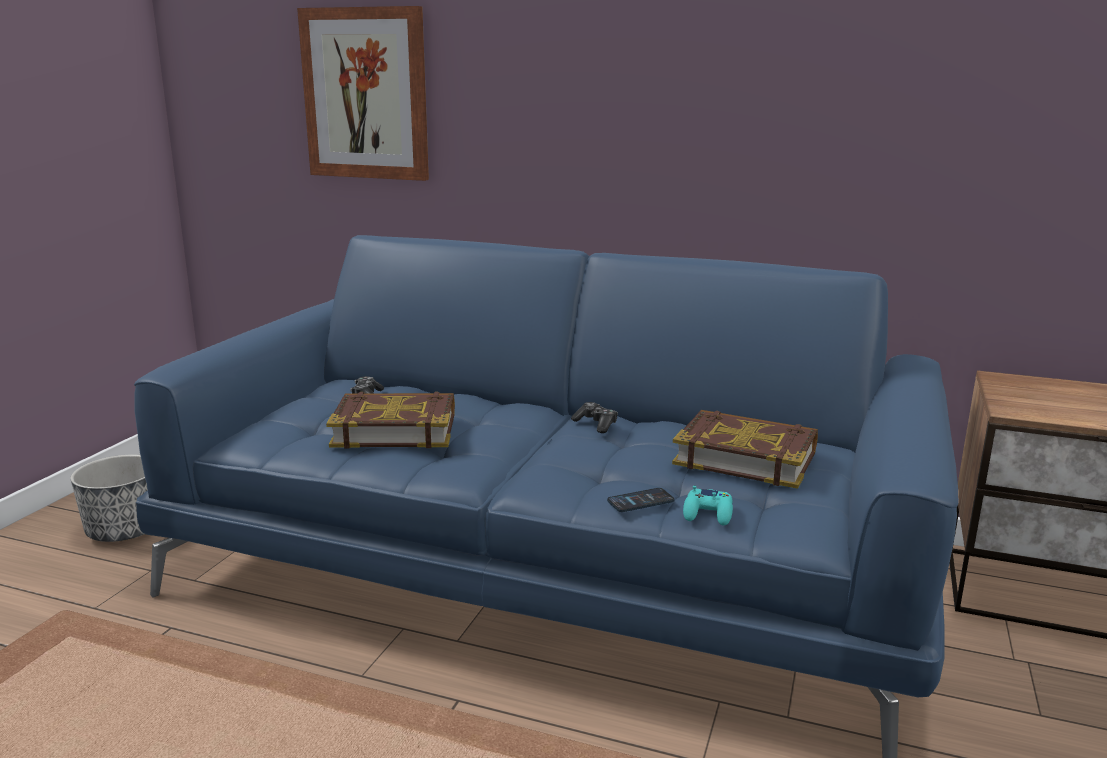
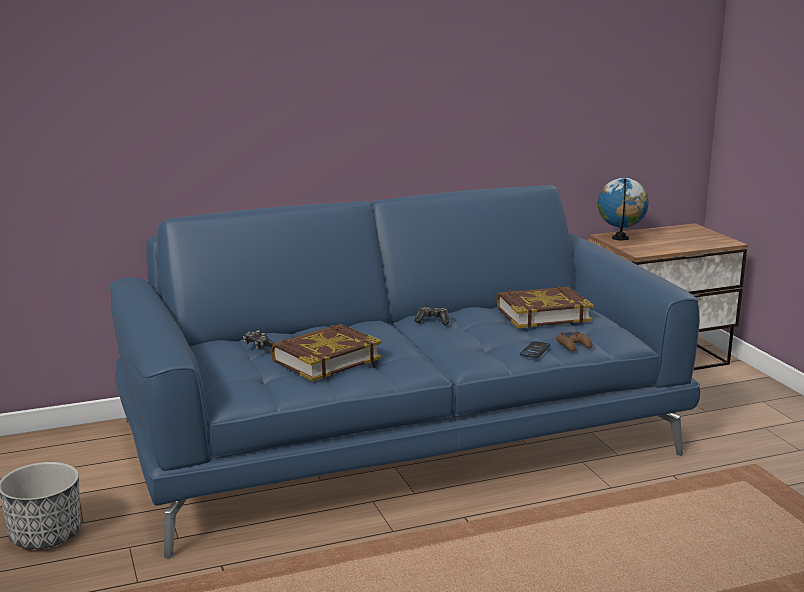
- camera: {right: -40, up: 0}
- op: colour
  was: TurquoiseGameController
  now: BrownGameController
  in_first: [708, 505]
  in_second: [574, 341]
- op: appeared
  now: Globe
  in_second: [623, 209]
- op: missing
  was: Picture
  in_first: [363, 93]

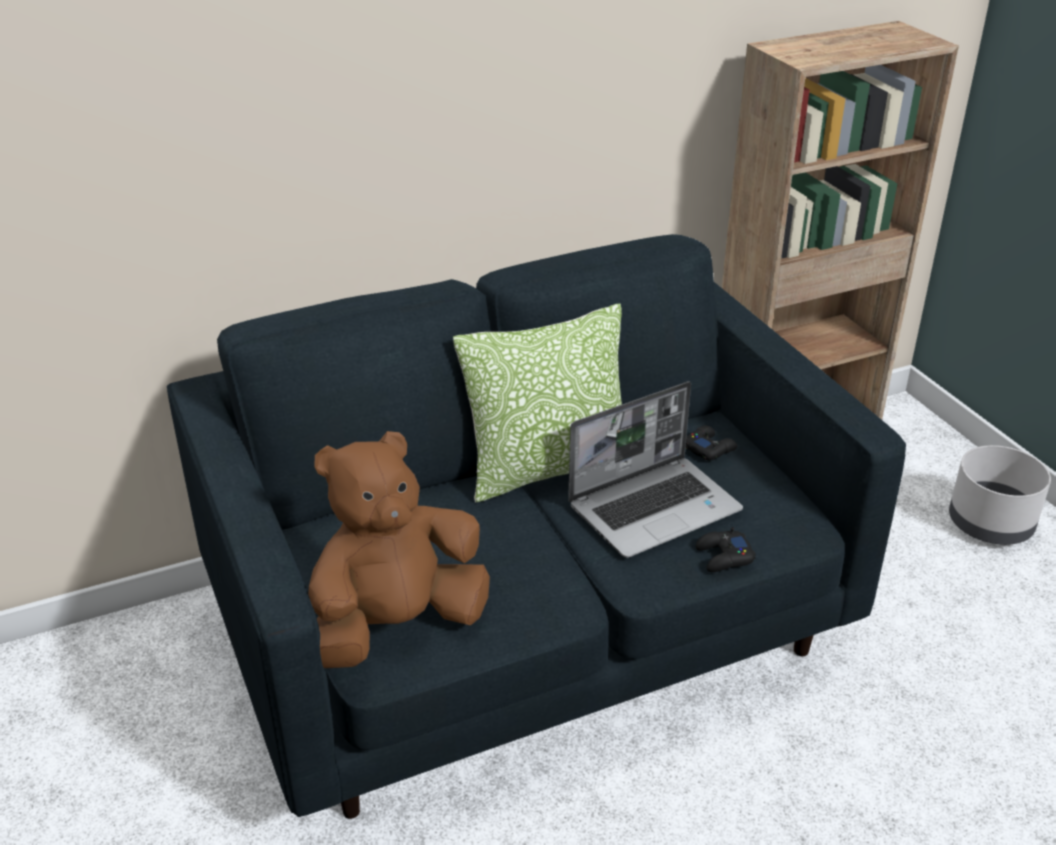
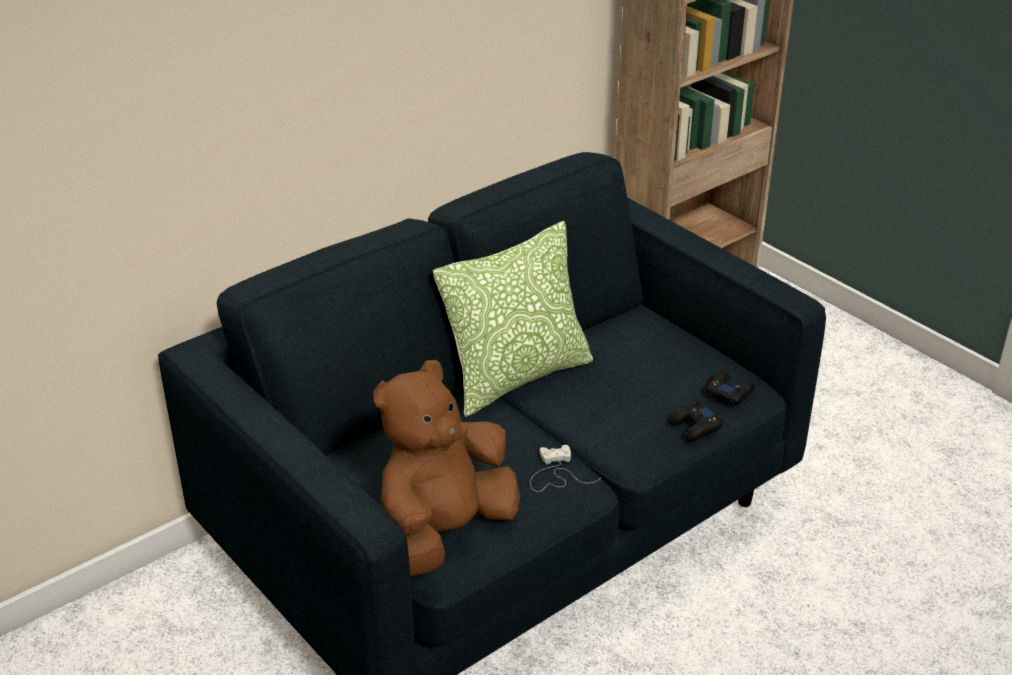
- camera: {right: -15, up: 0}
- op: appeared
  now: WhiteGameController
  in_second: [565, 468]
- op: relocated
  was: BlackGameController
  in_first: [711, 443]
  in_second: [731, 387]
- op: missing
  was: Laptop
  in_first: [655, 469]
- op: missing
  was: GreyPlanter
  in_first: [1000, 495]

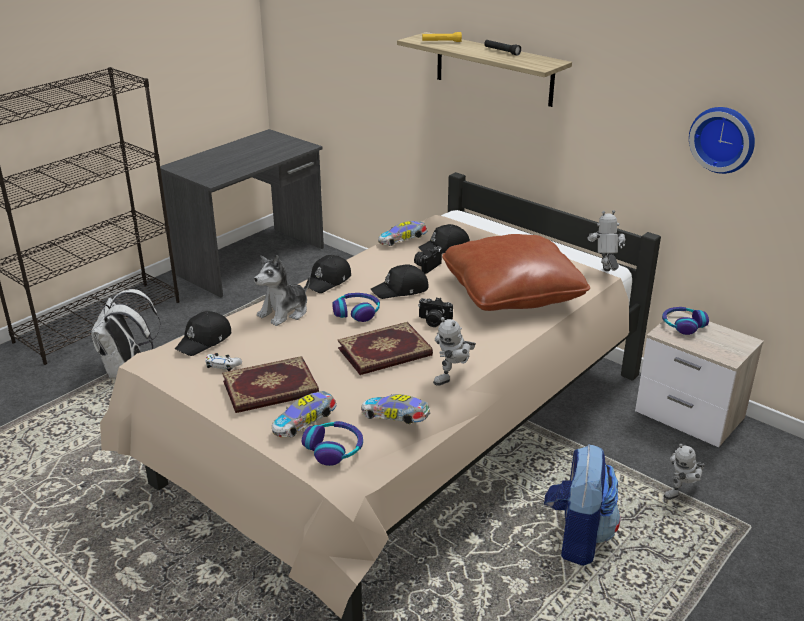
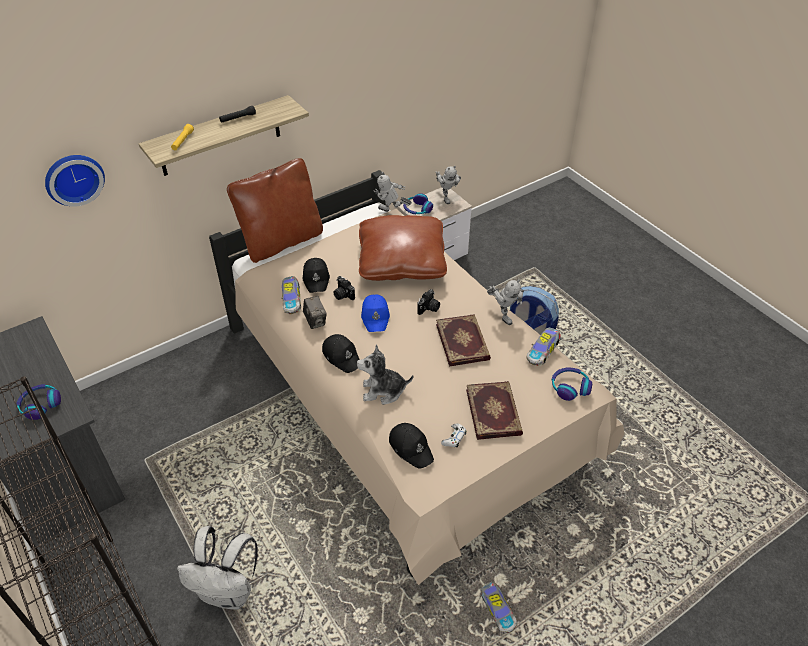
- camera: {right: -75, up: 15}
- op: relocated
  was: Headphones
  in_first: [356, 307]
  in_second: [38, 402]
- op: relocated
  was: WallClock
  in_first: [722, 140]
  in_second: [75, 180]
- op: appeared
  now: BrownPillow
  in_second: [275, 210]
- op: appeared
  now: PhotoCamera
  in_second: [315, 312]
- op: spun
  was: PlushToy
  in_first: [282, 290]
  in_second: [385, 374]
  clockwise: 120
- op: colour
  was: BlackCap
  now: BlueCap
  in_first: [400, 281]
  in_second: [375, 313]
- op: relocated
  was: ToyRobot
  in_first: [684, 472]
  in_second: [448, 185]
- op: relocated
  was: ToyCar
  in_first: [304, 414]
  in_second: [499, 607]

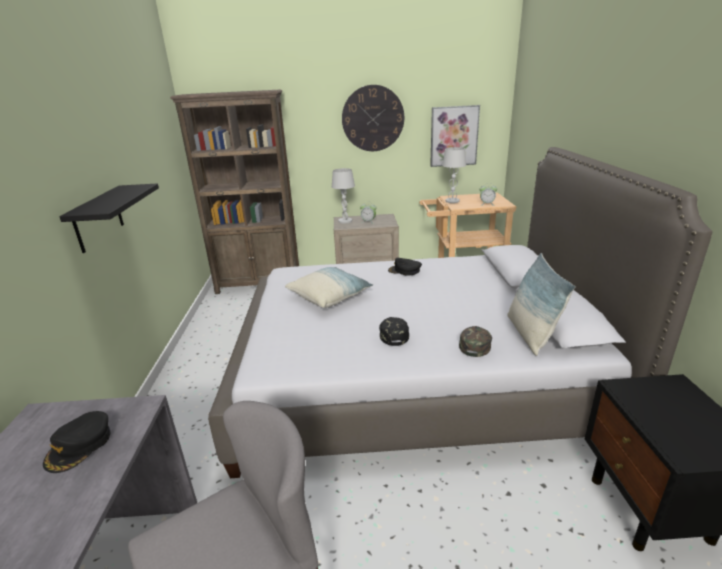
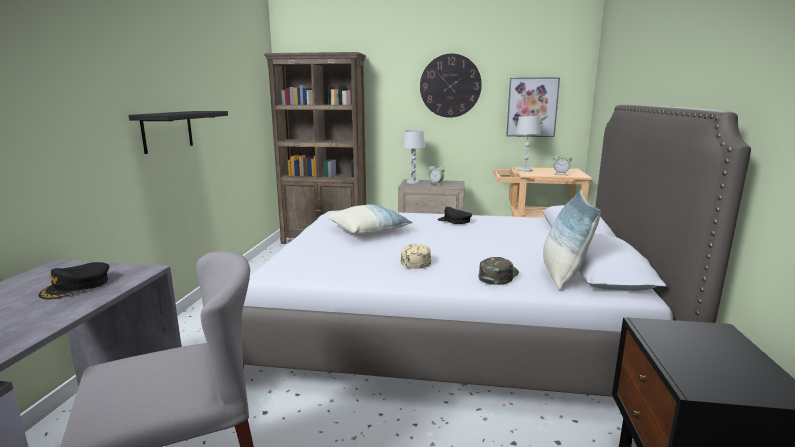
- camera: {right: 10, up: -10}
- op: colour
  was: BlackCap
  now: BeigeCap
  in_first: [394, 331]
  in_second: [416, 256]

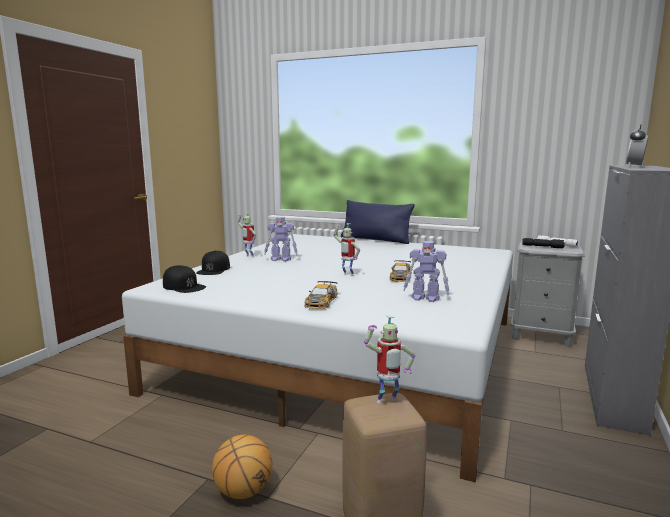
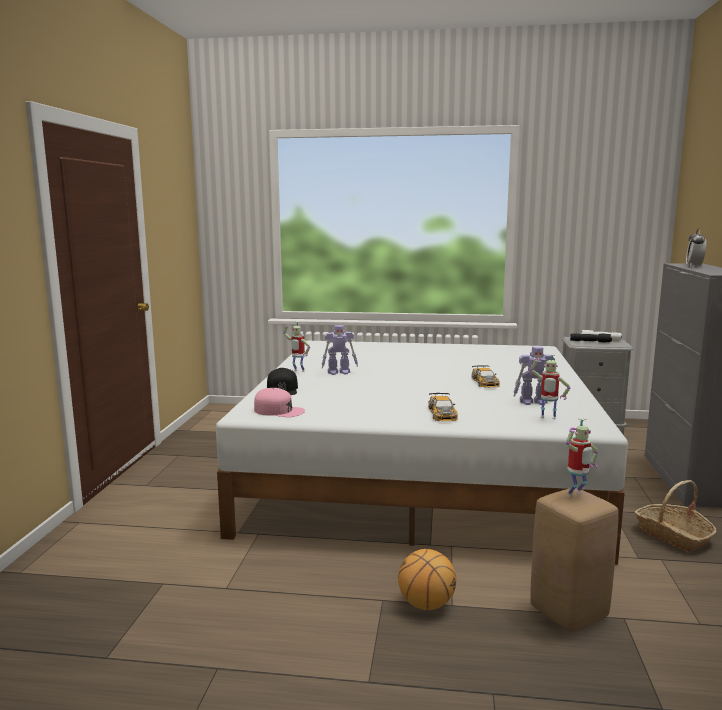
- camera: {right: -15, up: 0}
- op: colour
  was: BlackCap
  now: PinkCap
  in_first: [184, 279]
  in_second: [279, 402]
- op: relocated
  was: ToyRobot
  in_first: [347, 249]
  in_second: [550, 386]
- op: appeared
  now: Basket
  in_second: [676, 515]
- op: missing
  was: BluePillow
  in_first: [378, 222]

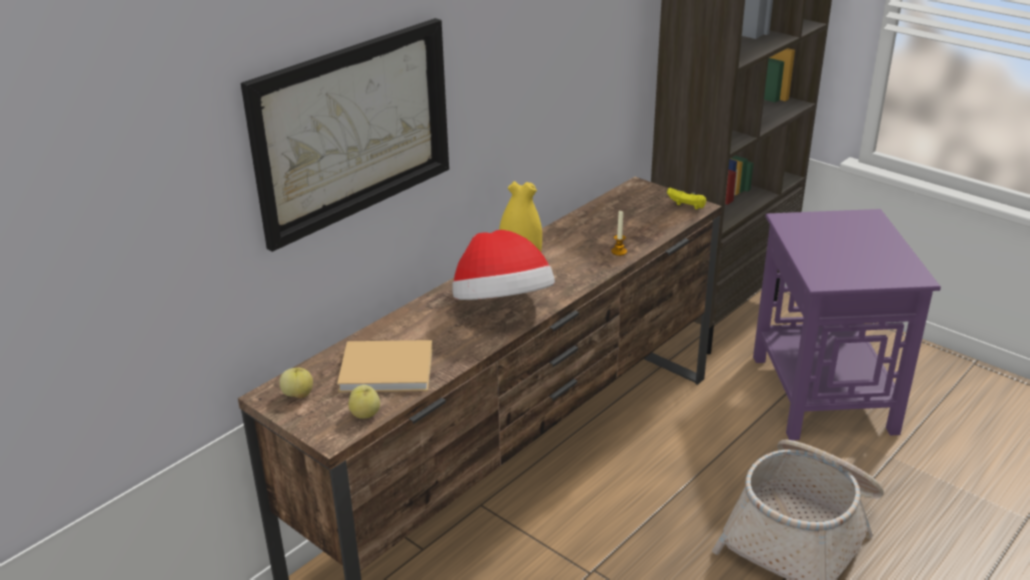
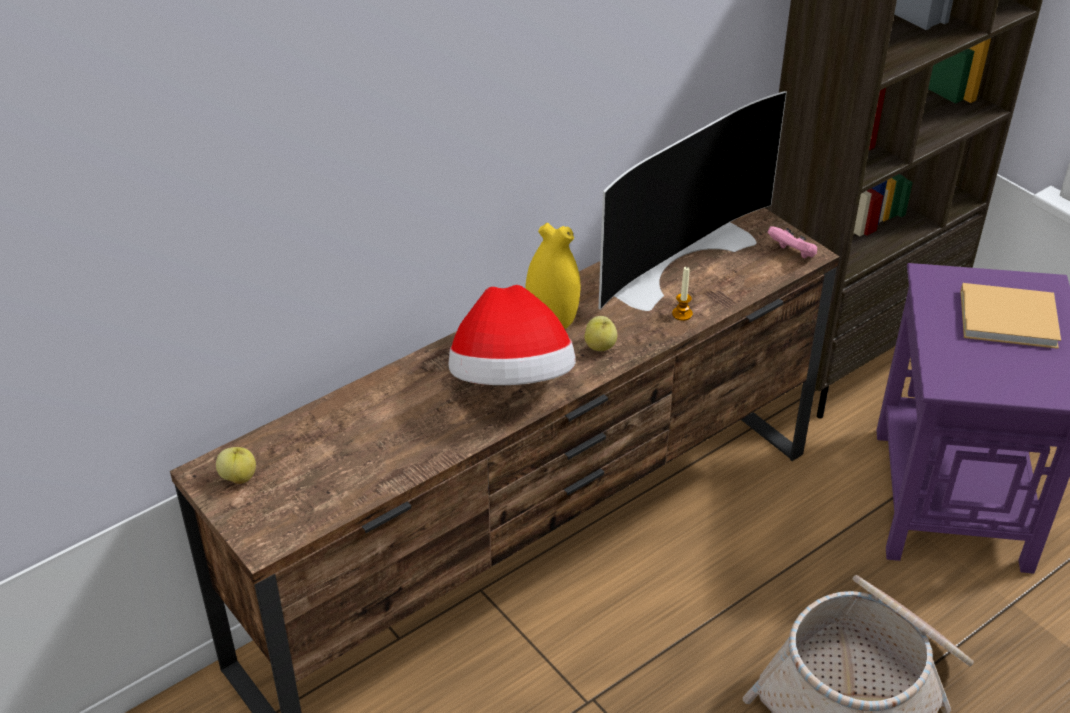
- camera: {right: 10, up: 10}
- op: relocated
  was: Apple
  in_first: [364, 402]
  in_second: [600, 333]
- op: appeared
  now: Television
  in_second: [692, 201]
- op: colour
  was: YellowGameController
  now: PinkGameController
  in_first: [686, 199]
  in_second: [792, 242]
- op: relocated
  was: BeigeBook
  in_first: [385, 366]
  in_second: [1010, 316]
- op: missing
  was: Picture
  in_first: [345, 135]

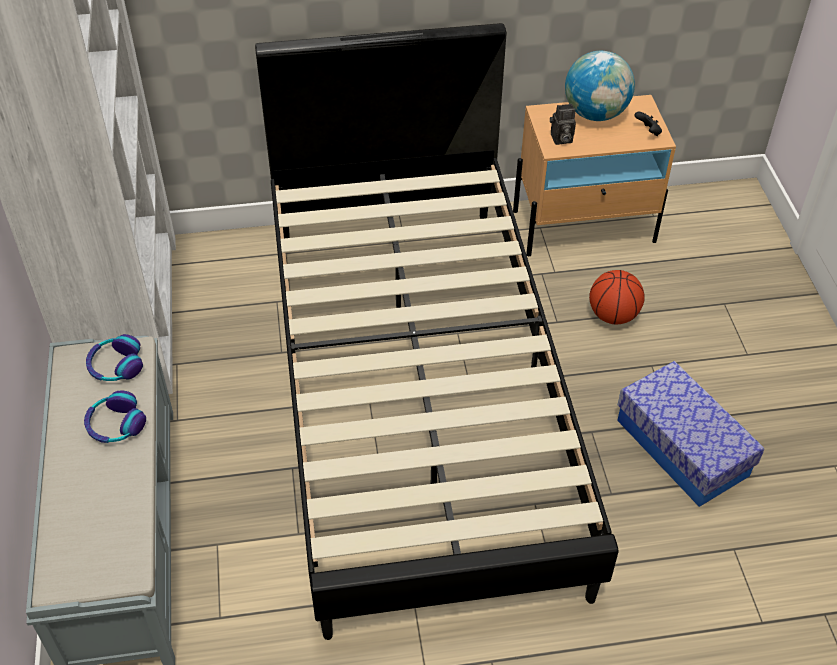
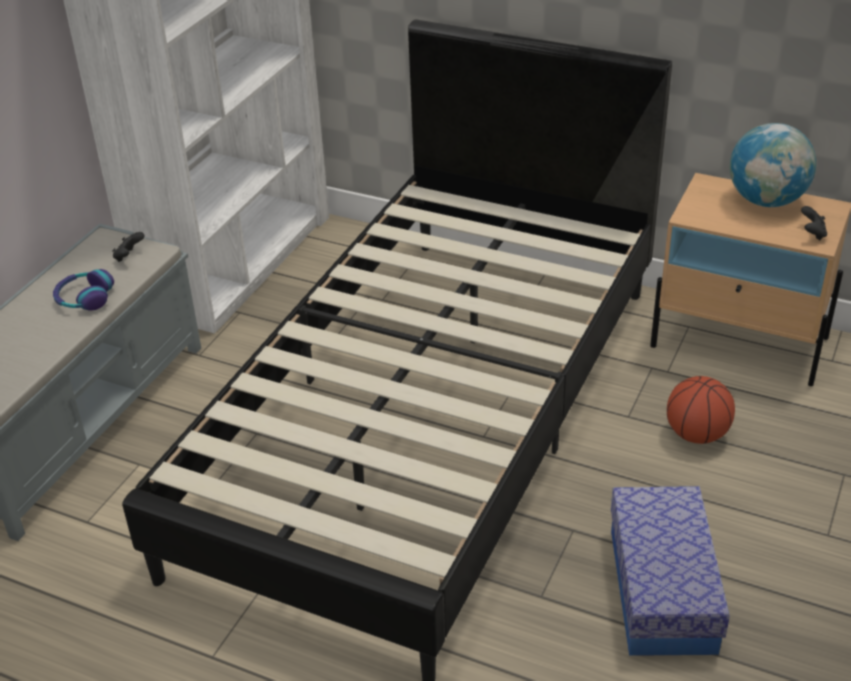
- camera: {right: 35, up: -10}
- op: exchanged
  was: Headphones
  now: BlackGameController
  in_first: [114, 357]
  in_second: [128, 247]
- op: missing
  was: PhotoCamera
  in_first: [563, 124]

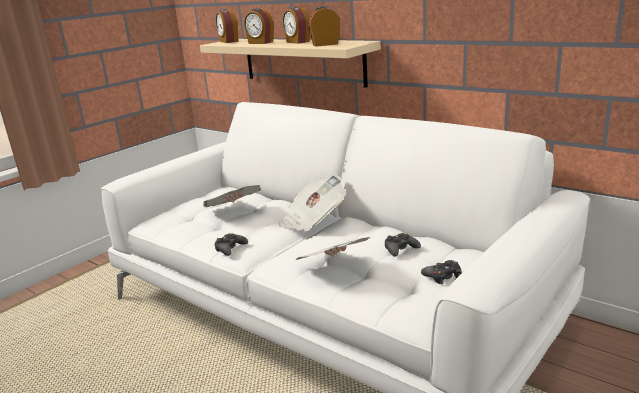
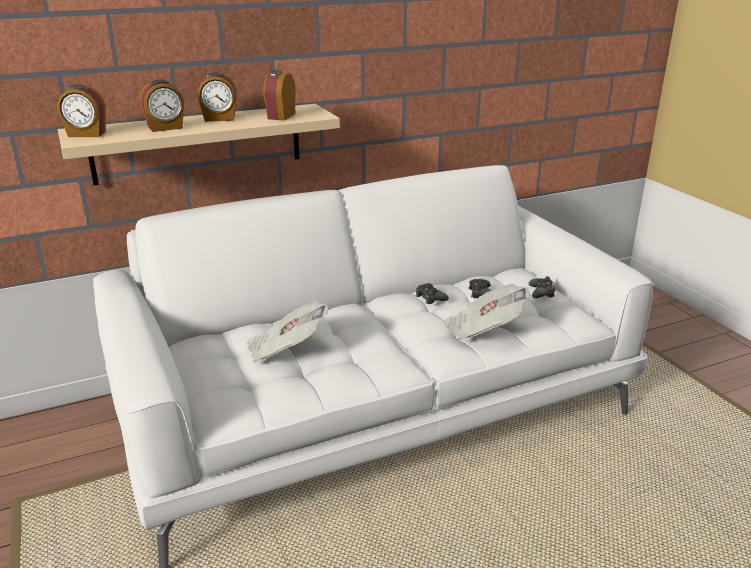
- camera: {right: -65, up: 5}
- op: relocated
  was: BlackGameController
  in_first: [231, 244]
  in_second: [432, 293]
- op: missing
  was: Newspaper
  in_first: [312, 203]

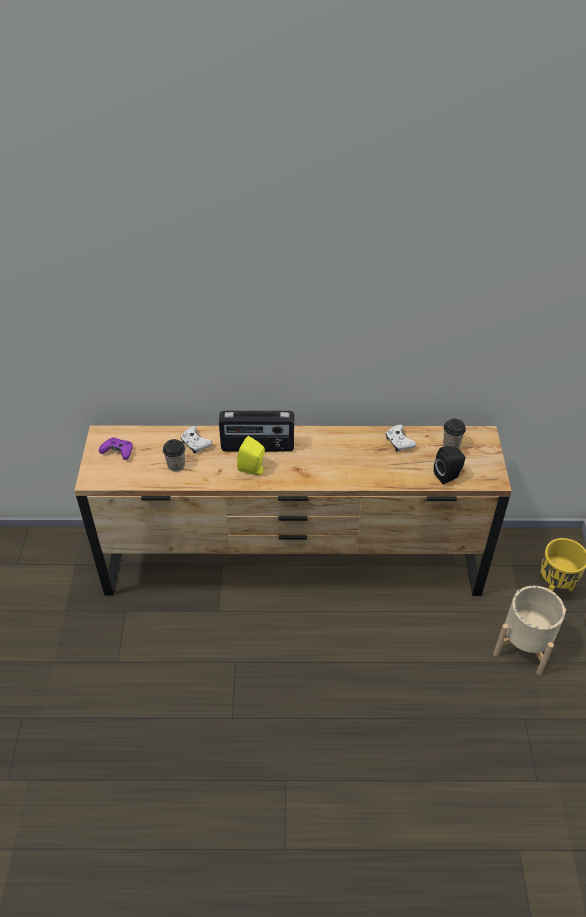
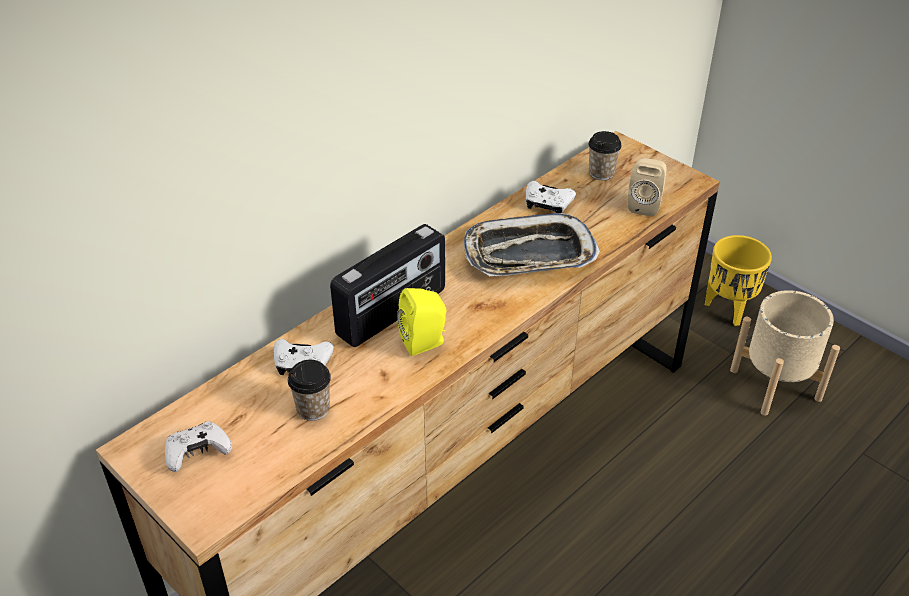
- camera: {right: -45, up: -5}
- op: colour
  was: PurpleGameController
  now: WhiteGameController
  in_first: [116, 449]
  in_second: [198, 446]
- op: appeared
  now: Tray
  in_second: [532, 244]
- op: colour
  was: BlackSpeaker
  now: BeigeSpeaker
  in_first: [449, 466]
  in_second: [647, 187]

